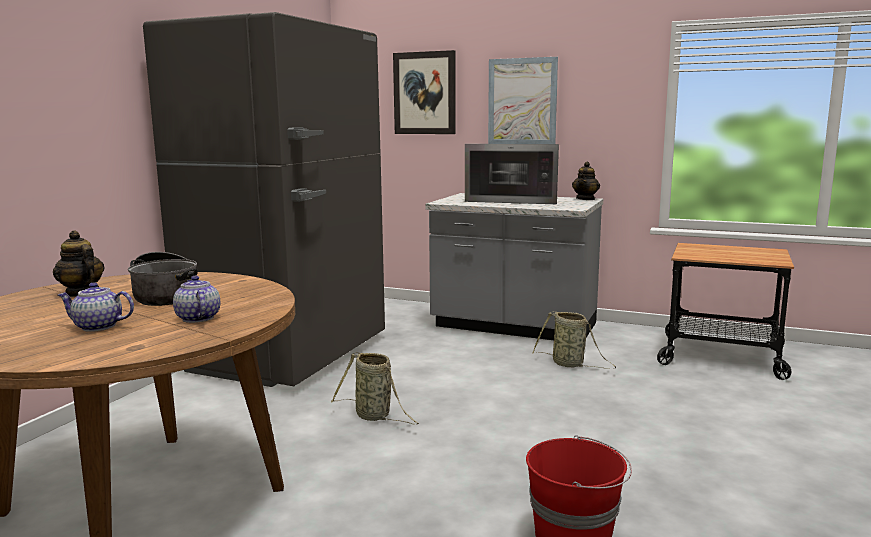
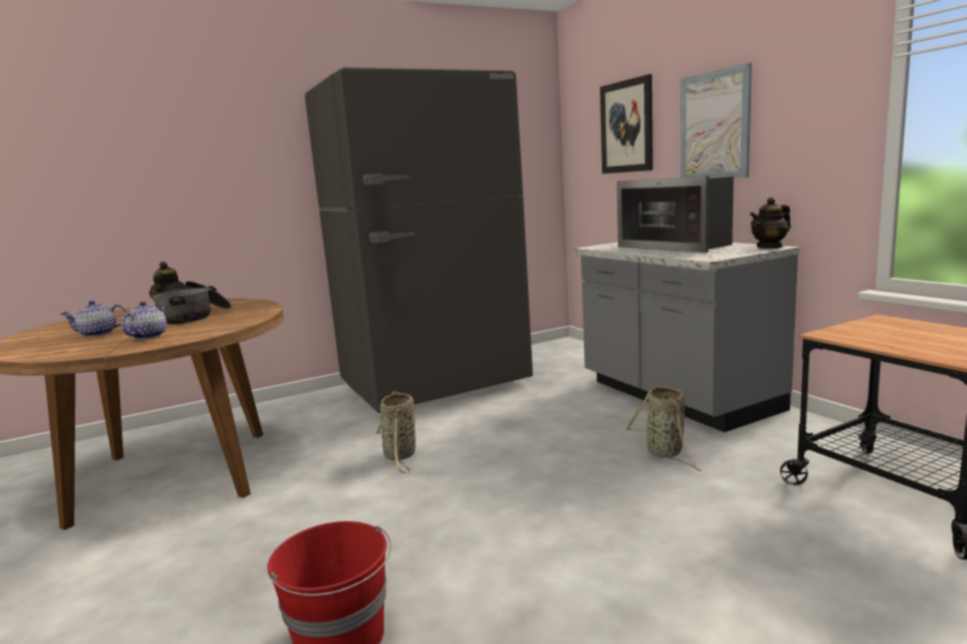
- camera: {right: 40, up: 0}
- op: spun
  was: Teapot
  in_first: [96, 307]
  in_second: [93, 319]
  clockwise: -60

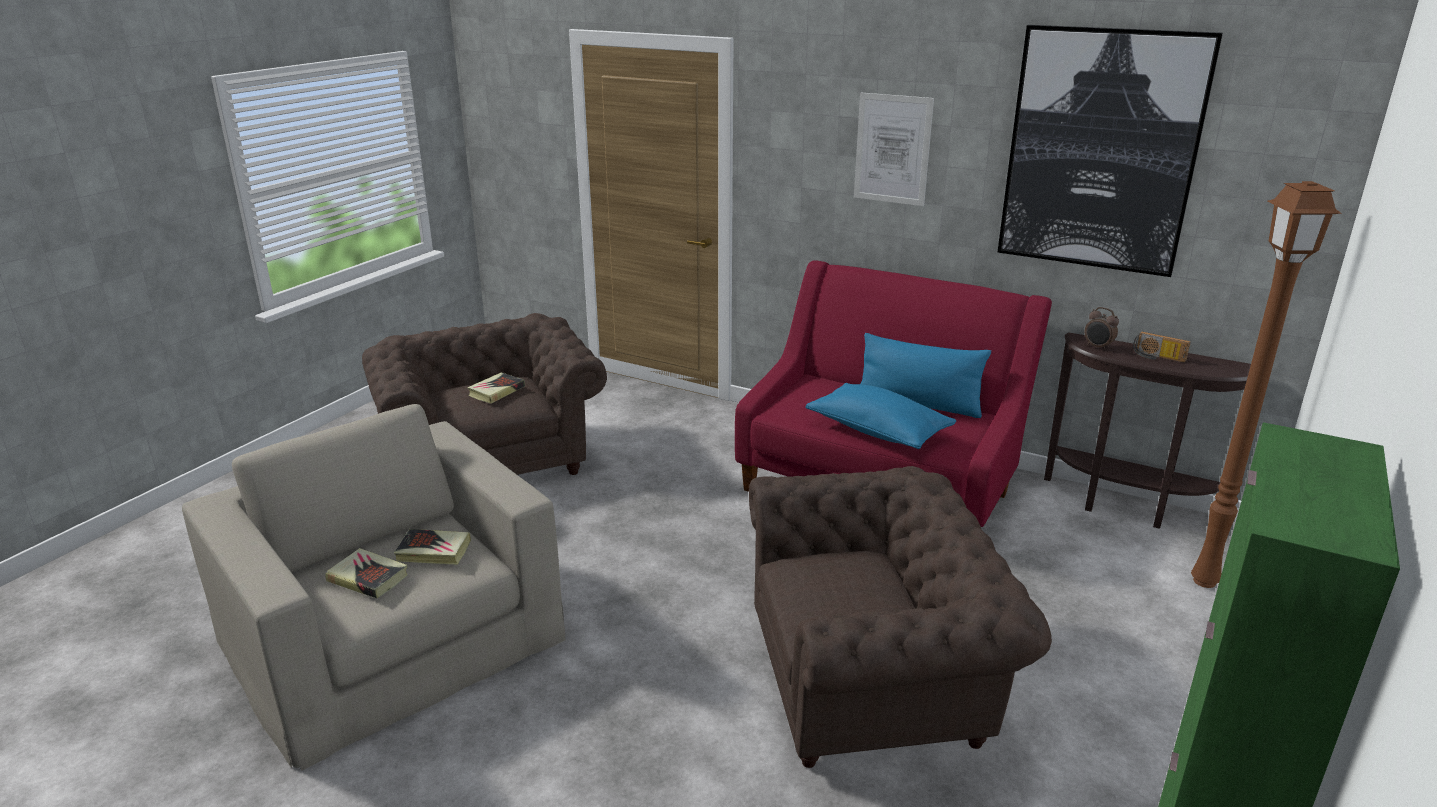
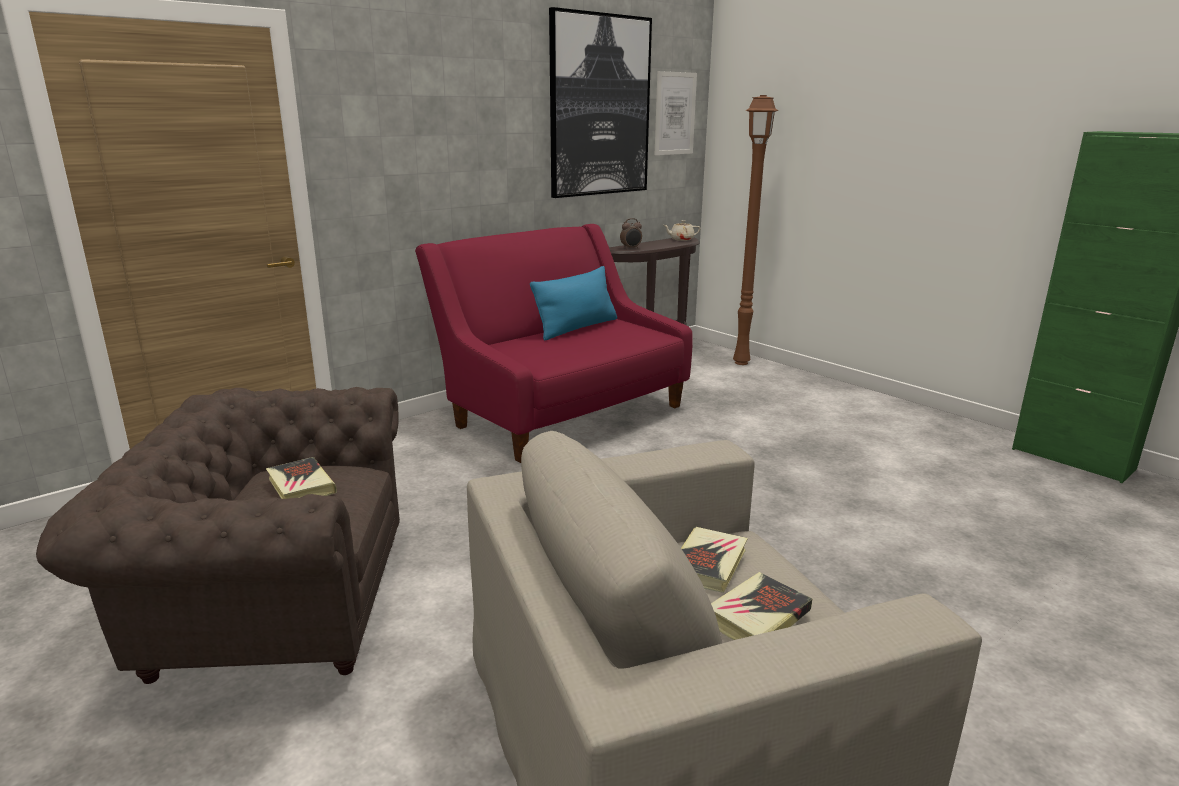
- camera: {right: -70, up: -5}
- op: relocated
  was: Picture
  in_first: [894, 149]
  in_second: [676, 113]
- op: appeared
  now: BeigeTeapot
  in_second: [682, 230]
- op: missing
  was: BrownArmchair
  in_first: [900, 617]
- op: missing
  was: BluePillow
  in_first: [880, 416]
- op: missing
  was: Radio
  in_first: [1162, 347]

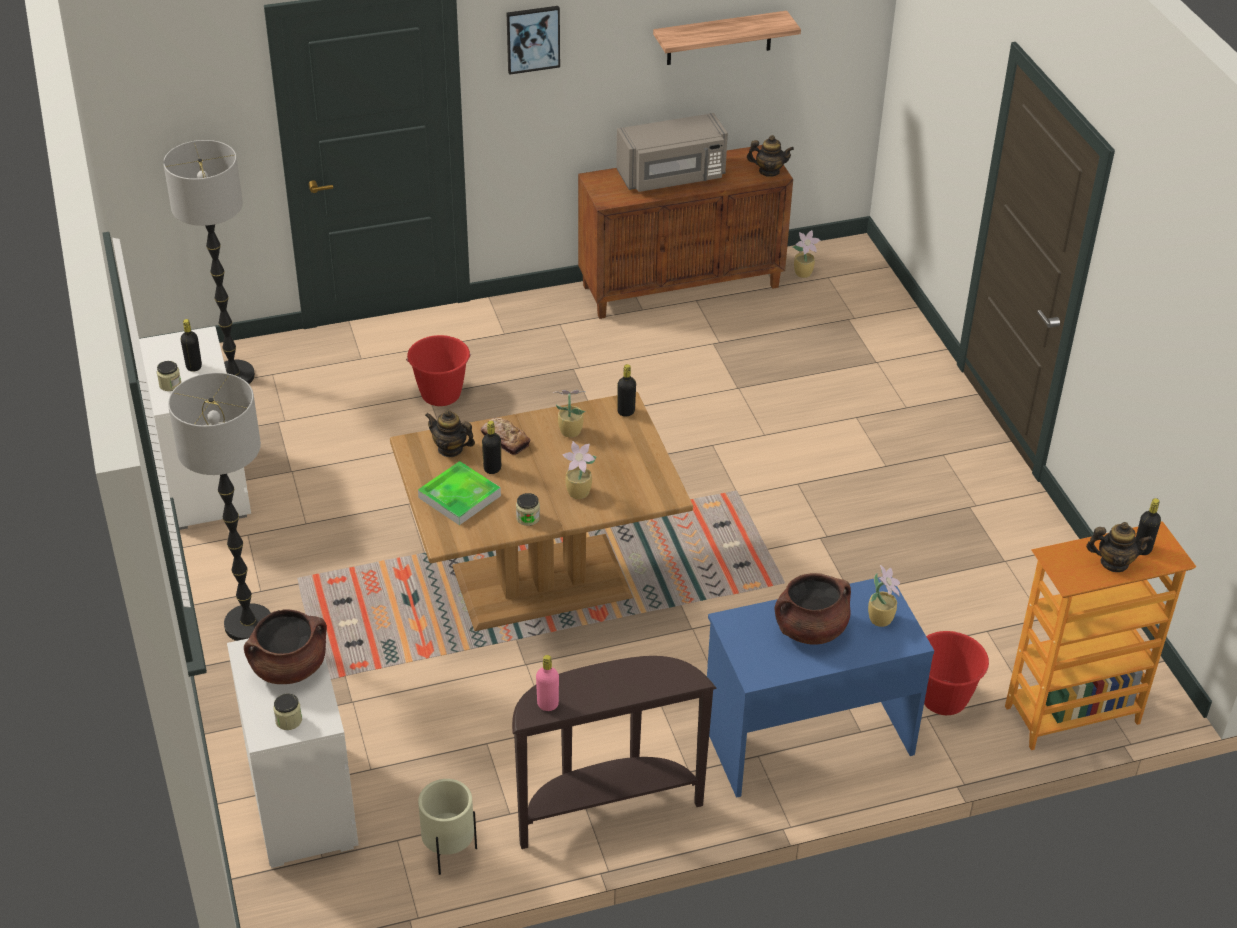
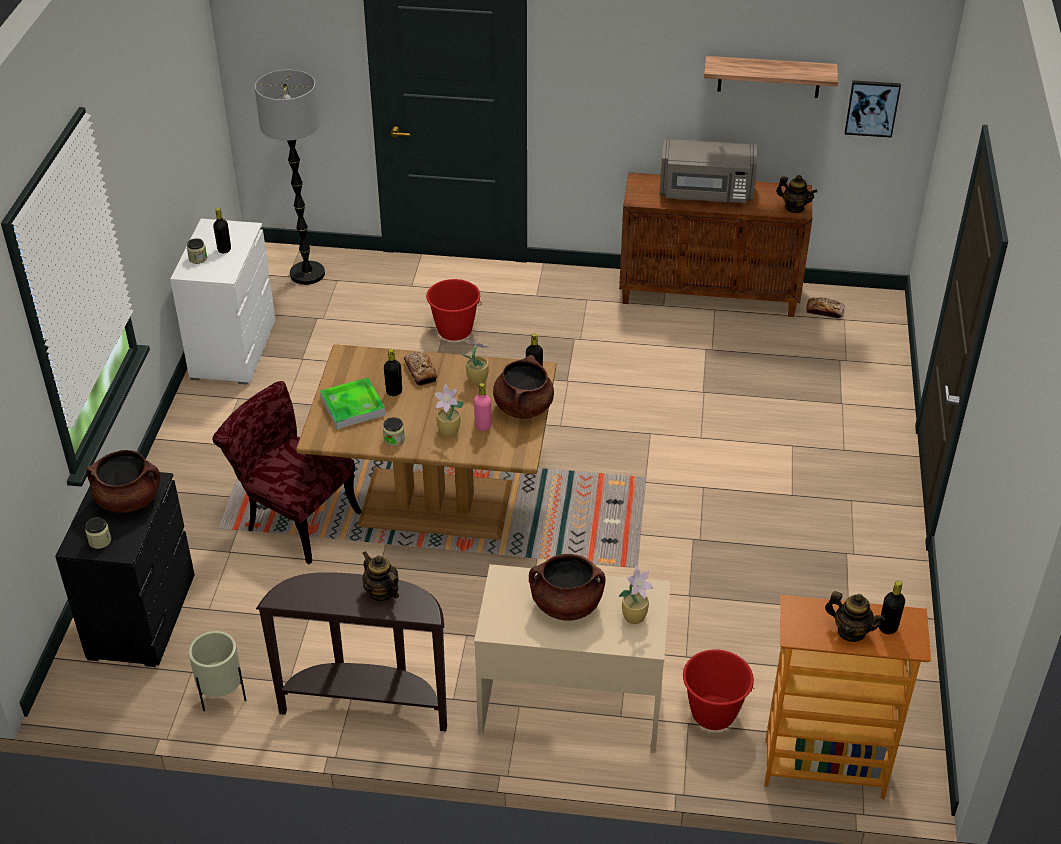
- camera: {right: 25, up: 0}
- op: colour
  was: WhiteDresser
  now: BlackDresser
  in_first: [292, 753]
  in_second: [125, 569]
- op: appeared
  now: RedChair
  in_second: [287, 472]
- op: relocated
  was: Teapot
  in_first: [450, 433]
  in_second: [381, 576]
- op: relocated
  was: PinkBottle
  in_first: [547, 683]
  in_second: [482, 407]
- op: colour
  was: BlueDesk
  now: BeigeDesk
  in_first: [820, 687]
  in_second: [572, 658]
- op: appeared
  now: BrownCookingPot
  in_second: [523, 387]
- op: exchanged
  was: PottedPlant
  now: Bread
  in_first: [806, 254]
  in_second: [825, 307]
- op: relocated
  was: Picture
  in_first: [533, 40]
  in_second: [873, 109]
- op: missing
  was: FloorLamp
  in_first: [219, 507]

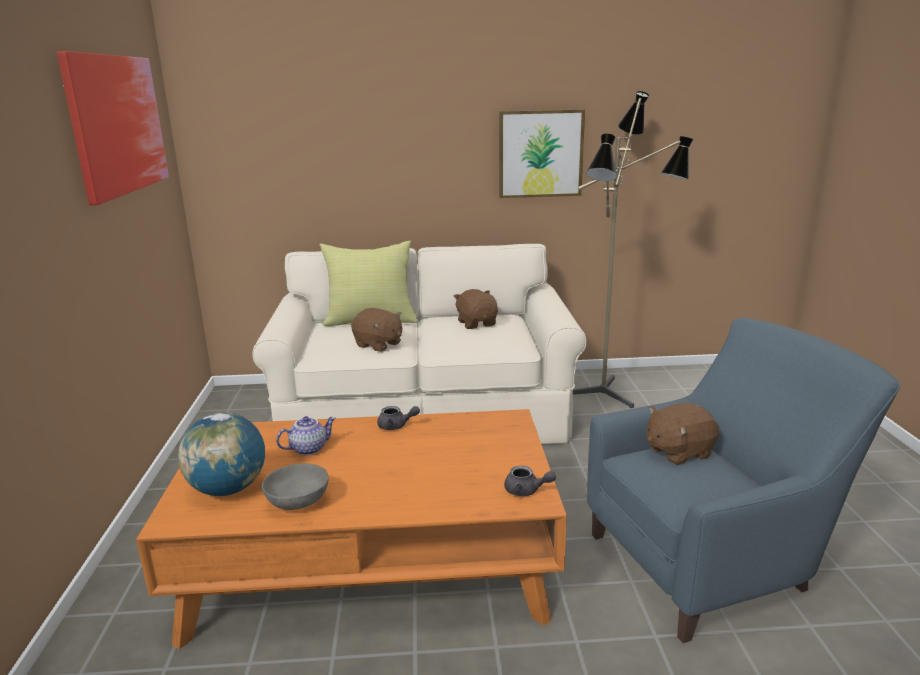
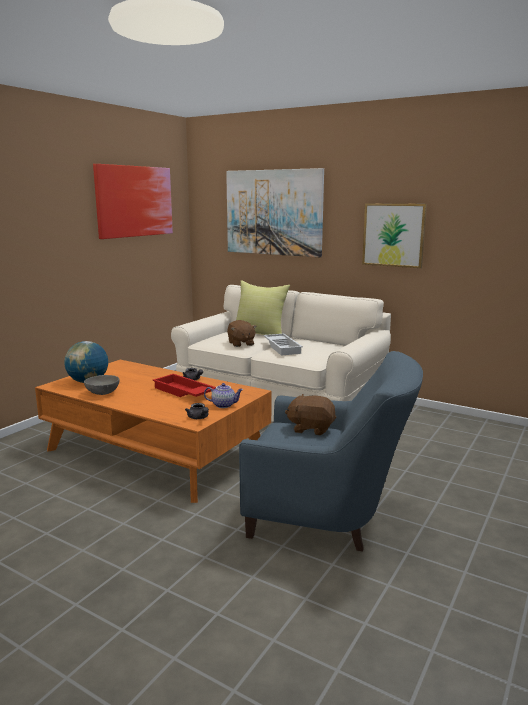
- camera: {right: 35, up: -5}
- op: appeared
  now: RedTray
  in_second: [184, 385]
- op: relocated
  was: Teapot
  in_first: [306, 435]
  in_second: [223, 395]
- op: appeared
  now: Picture
  in_second: [275, 212]
- op: appeared
  now: WhiteTray
  in_second: [283, 345]
- op: missing
  was: BrownPlushToy
  in_first: [476, 309]
- op: missing
  was: FloorLamp
  in_first: [633, 249]

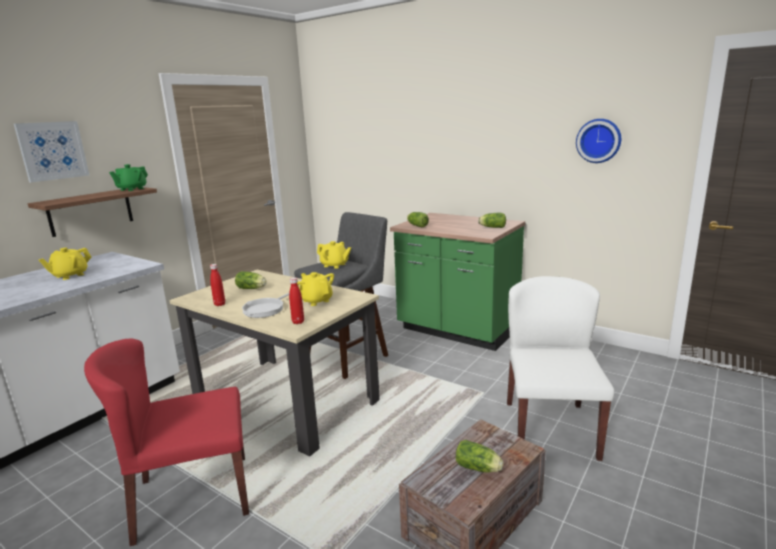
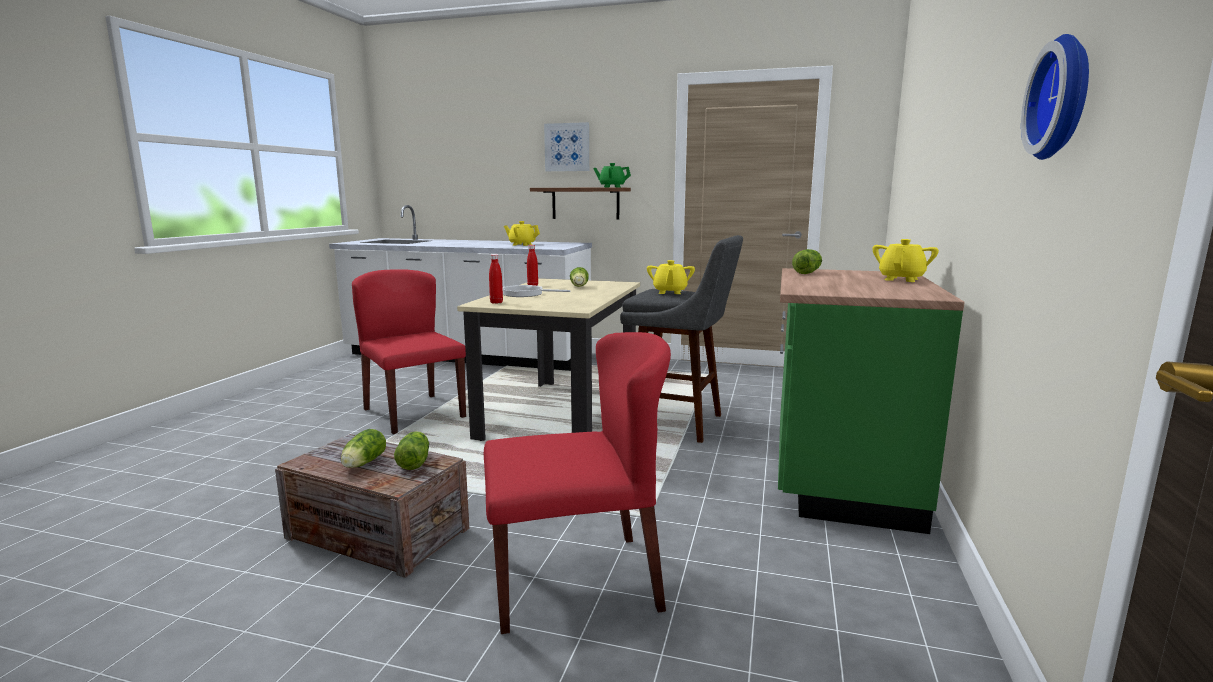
- camera: {right: 70, up: -5}
- op: relocated
  was: Lettuce
  in_first: [492, 220]
  in_second: [411, 450]
- op: colour
  was: WhiteChair
  now: RedChair
  in_first: [561, 368]
  in_second: [577, 483]
- op: relocated
  was: YellowTeapot
  in_first: [315, 289]
  in_second: [905, 260]

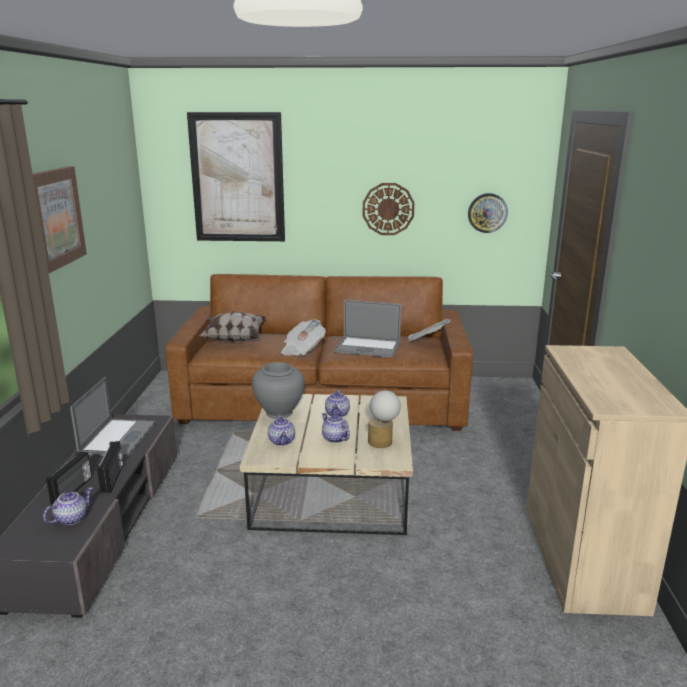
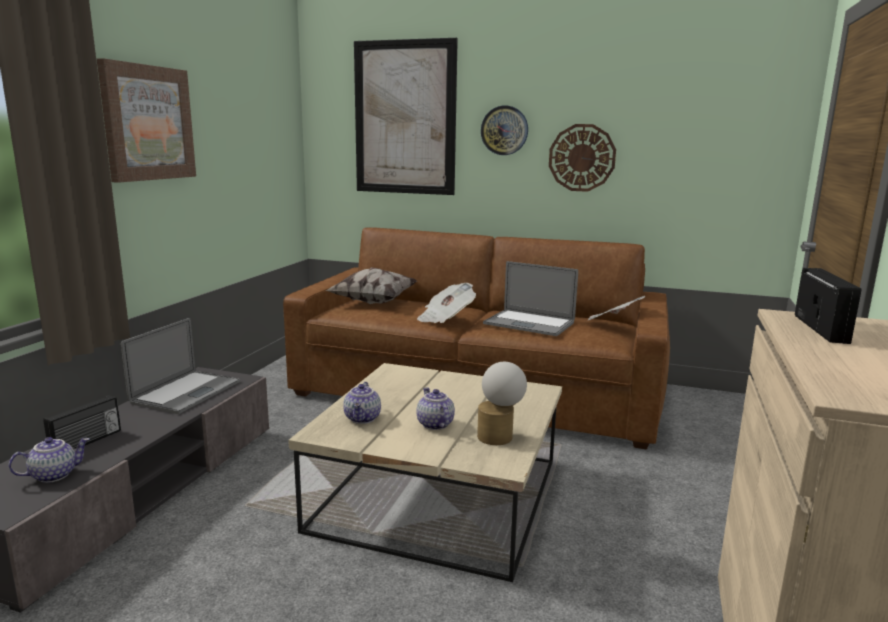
- camera: {right: 15, up: -5}
- op: relocated
  was: WallClock
  in_first: [488, 213]
  in_second: [504, 130]
- op: relocated
  was: Radio
  in_first: [110, 467]
  in_second: [828, 306]
- op: missing
  was: GreyVase
  in_first: [278, 390]
- op: missing
  was: Teapot
  in_first: [337, 403]

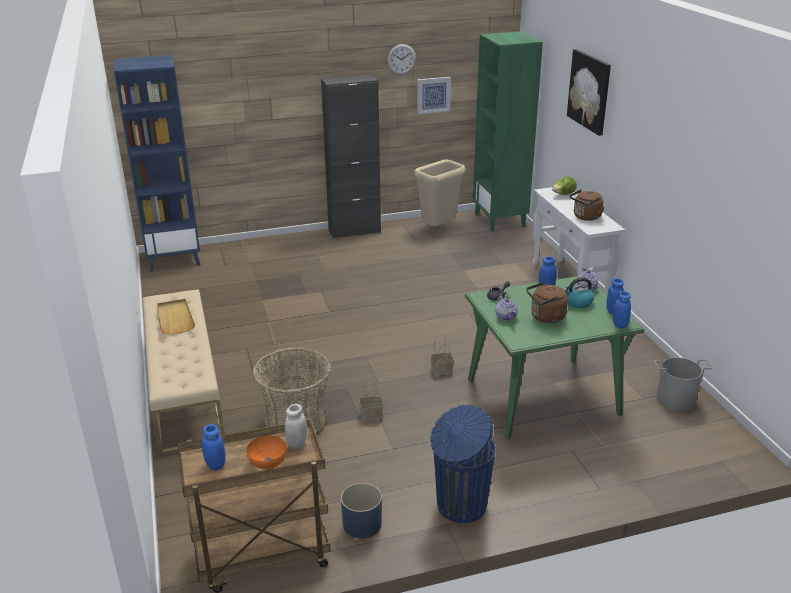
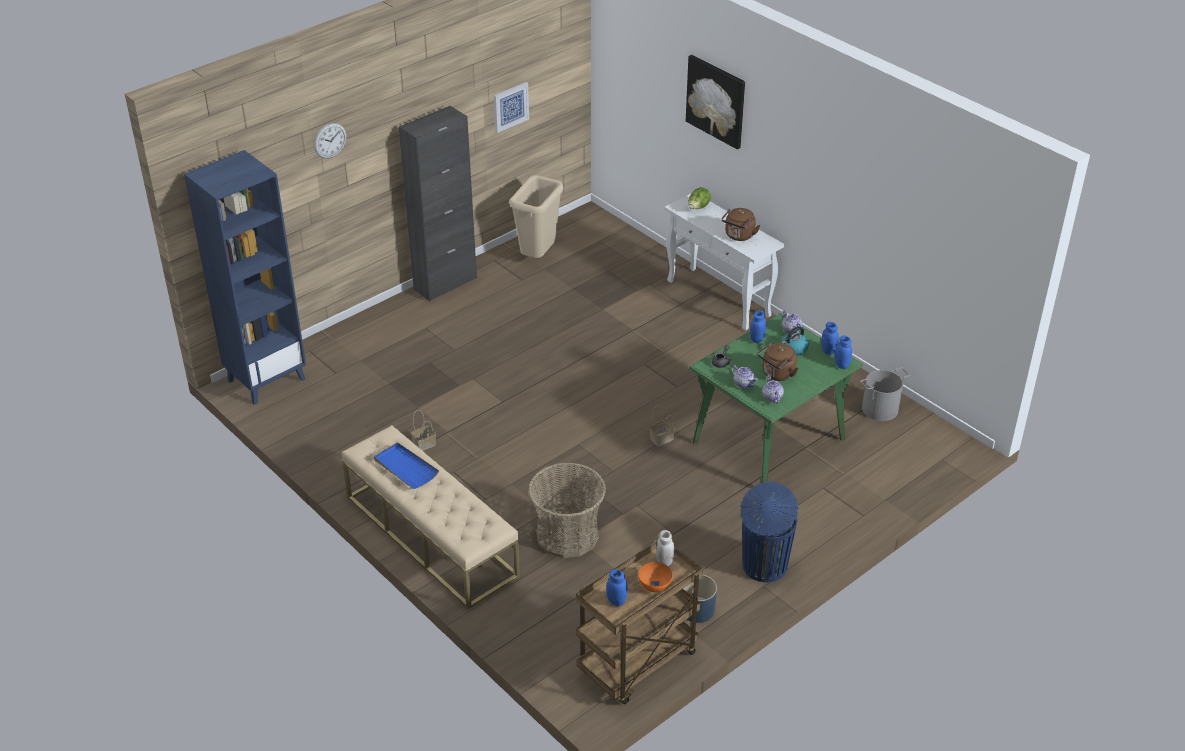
- camera: {right: -25, up: 10}
- op: relocated
  was: WallClock
  in_first: [401, 59]
  in_second: [330, 141]
- op: colour
  was: BeigeTray
  now: BlueTray
  in_first: [176, 317]
  in_second: [406, 465]
- op: relocated
  was: Basket
  in_first: [371, 398]
  in_second: [423, 430]
- op: appeared
  now: Teapot
  in_second: [773, 389]
- op: missing
  was: GreenBookcase
  in_first: [508, 131]

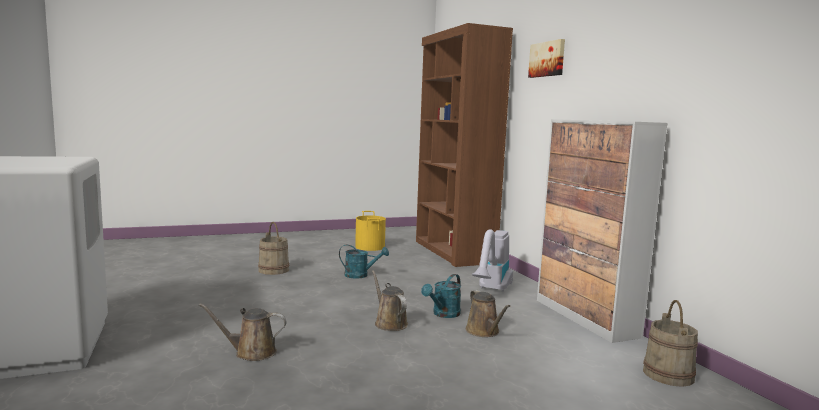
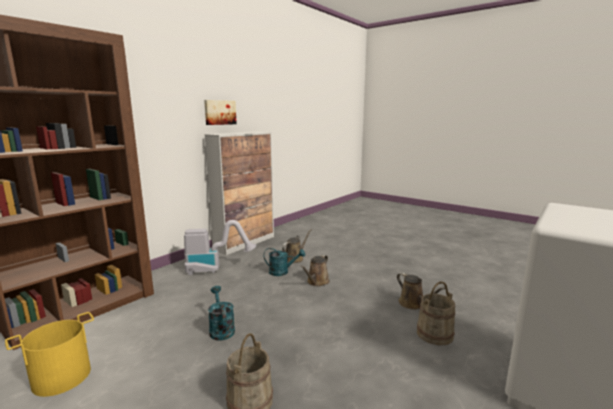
- camera: {right: -120, up: 5}
- op: relocated
  was: Picture
  in_first: [546, 58]
  in_second: [220, 112]
- op: relocated
  was: BeigeBucket
  in_first: [670, 343]
  in_second: [436, 313]

